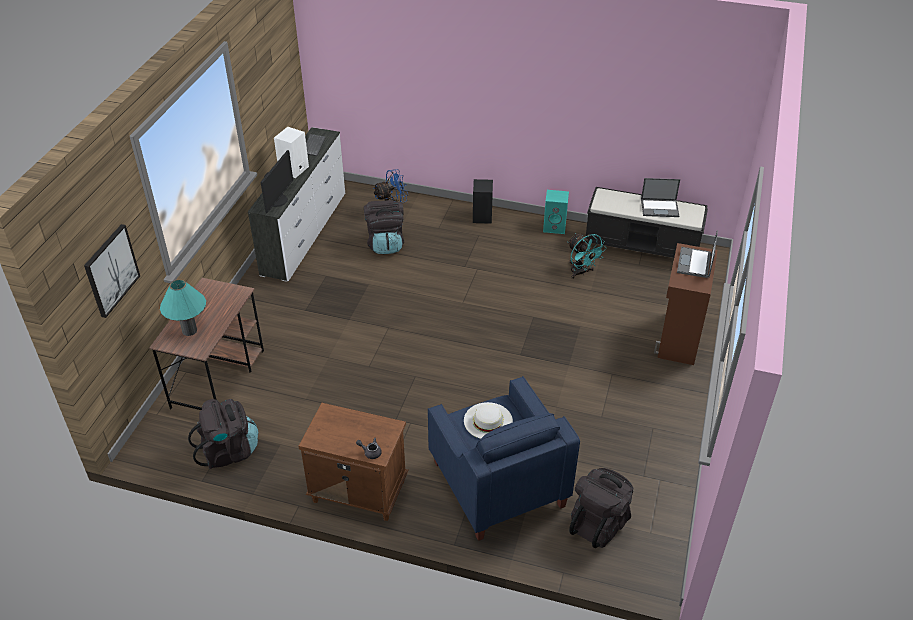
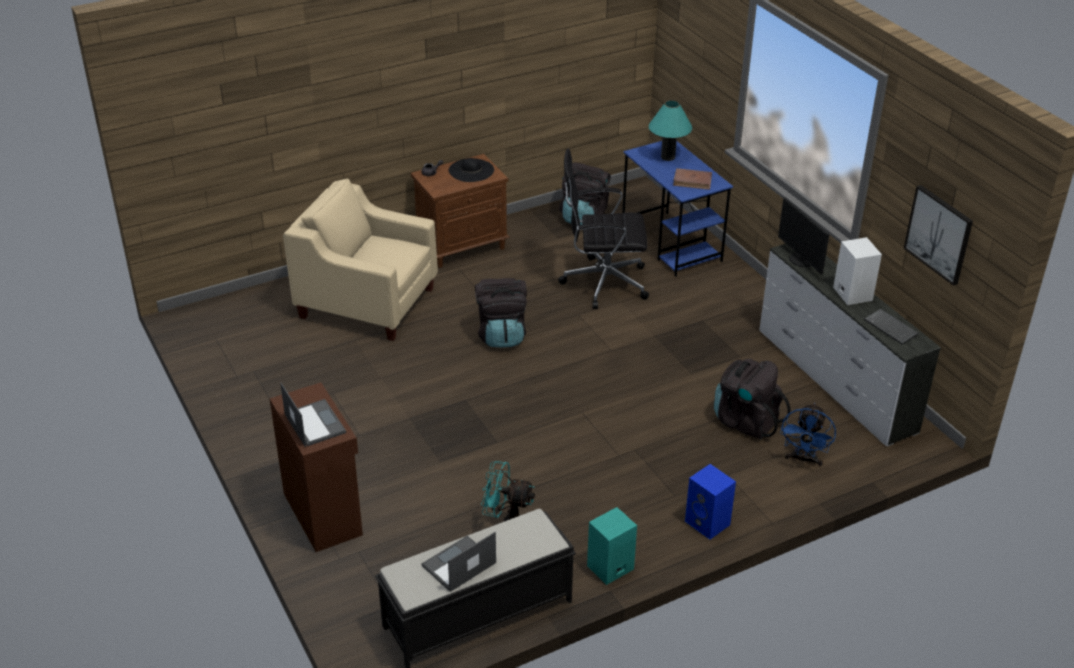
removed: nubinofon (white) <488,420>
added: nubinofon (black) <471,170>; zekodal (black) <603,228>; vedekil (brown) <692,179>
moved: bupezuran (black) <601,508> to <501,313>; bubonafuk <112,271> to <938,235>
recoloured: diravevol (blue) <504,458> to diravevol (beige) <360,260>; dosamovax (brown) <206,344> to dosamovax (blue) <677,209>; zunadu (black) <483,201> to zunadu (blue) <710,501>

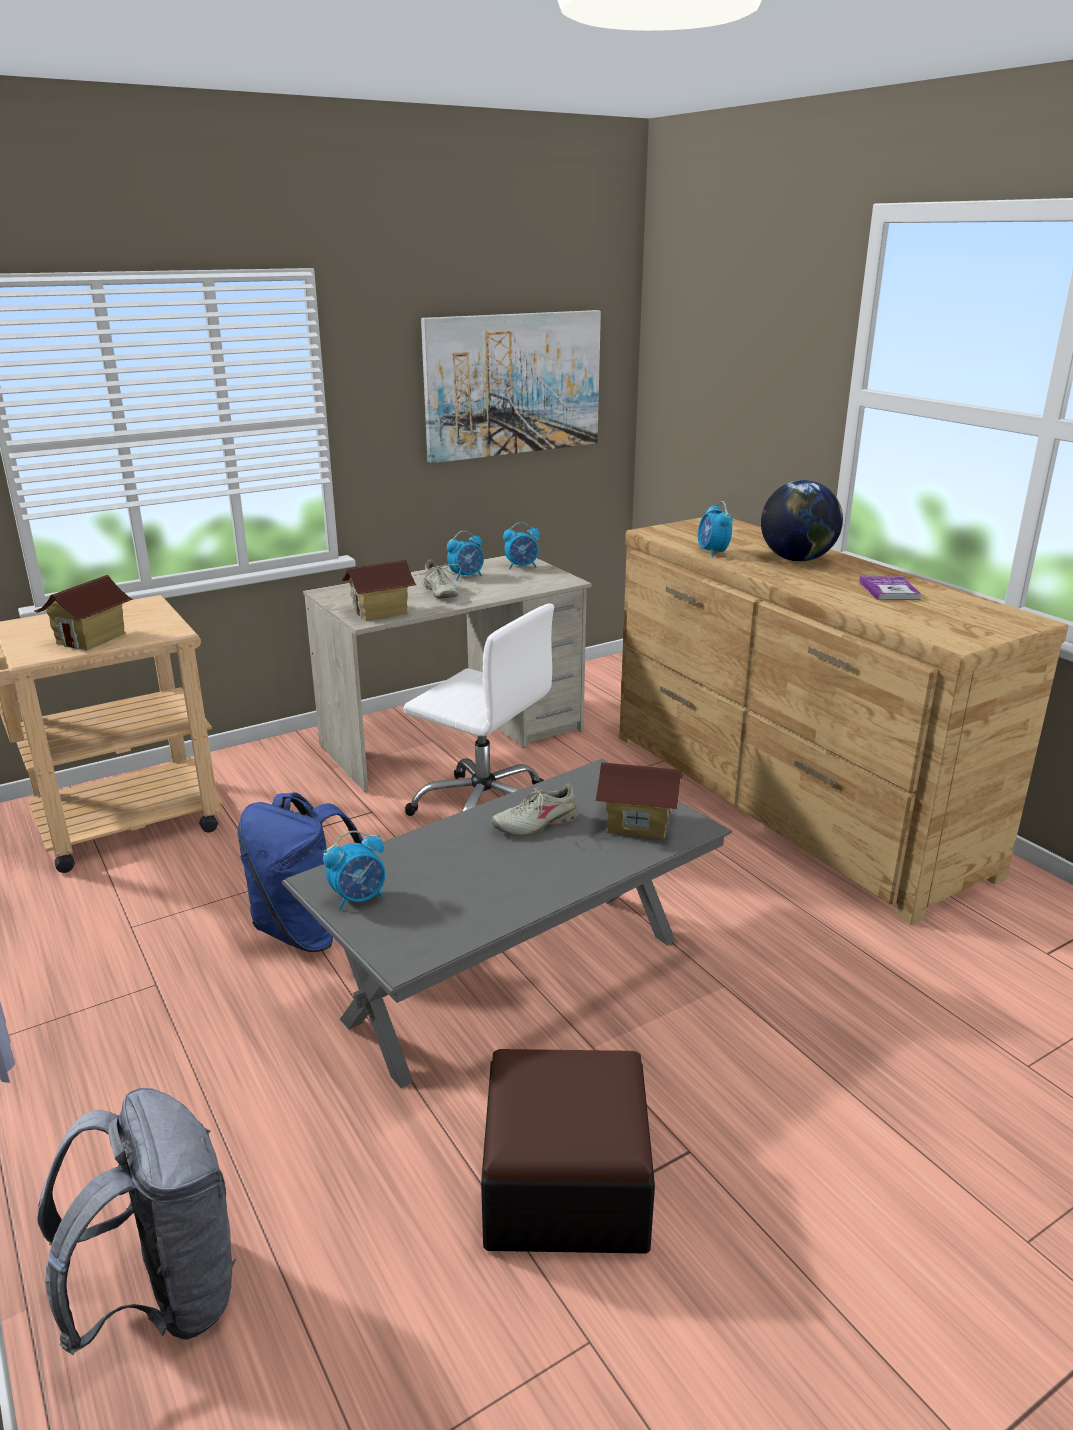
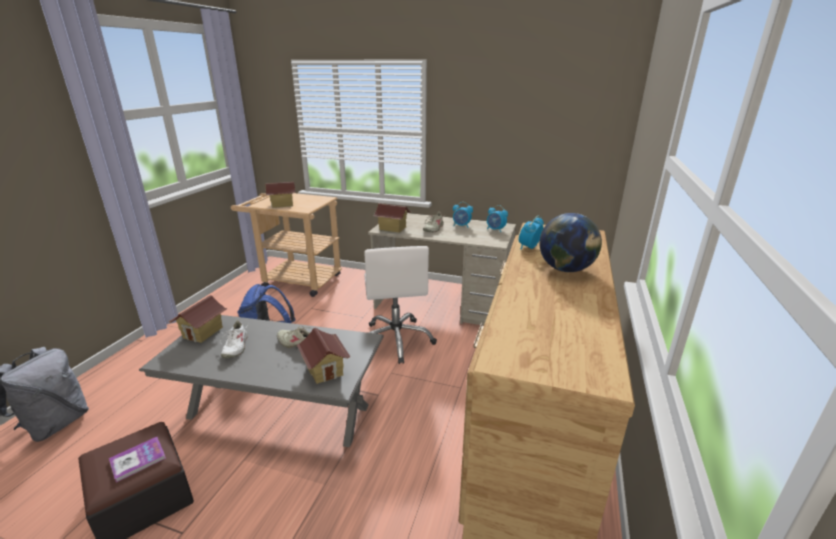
removed: bubonafuk <511,387>
added: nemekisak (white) <234,339>
moved: vedekil <890,588> to <137,459>
replaced: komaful <354,871> to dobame <198,319>

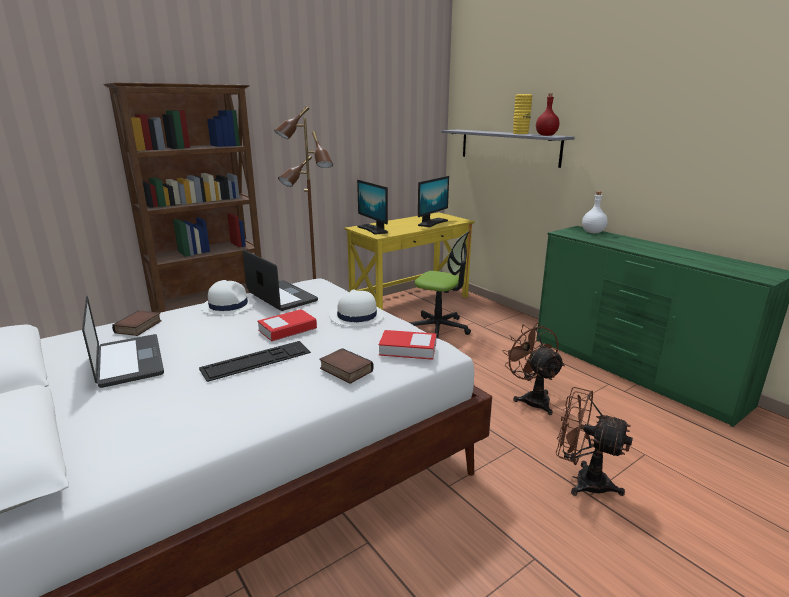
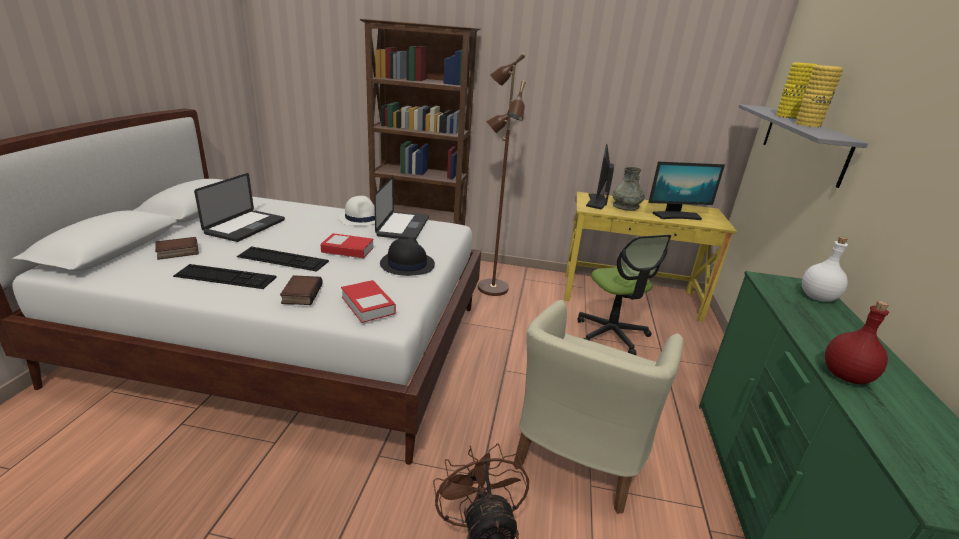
added: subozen <225,276>; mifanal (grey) <629,189>; mifanal (yellow) <796,90>
moved: vedekil <137,323> to <177,248>; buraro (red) <547,115> to <857,342>
replaced: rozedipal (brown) <534,369> to diravevol (beige) <598,407>
recoloured: nubinofon (white) <357,308> to nubinofon (black) <407,257>

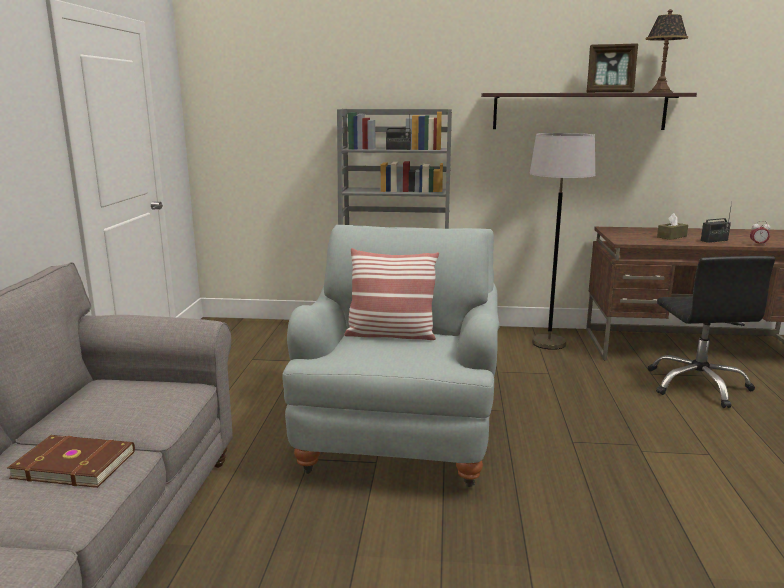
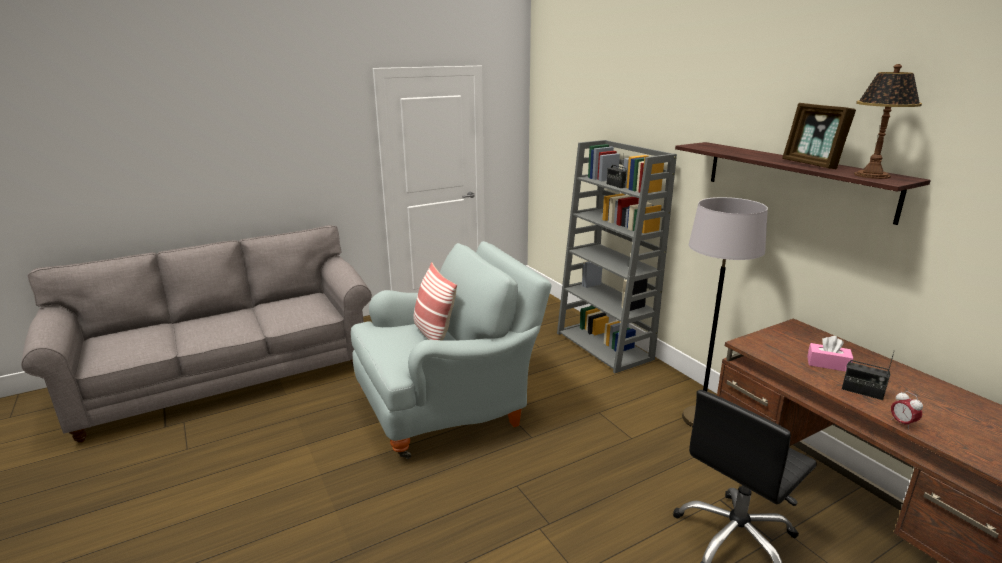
removed: vedekil (brown) <71,461>
recoloured: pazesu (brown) <672,226> to pazesu (pink) <830,354>

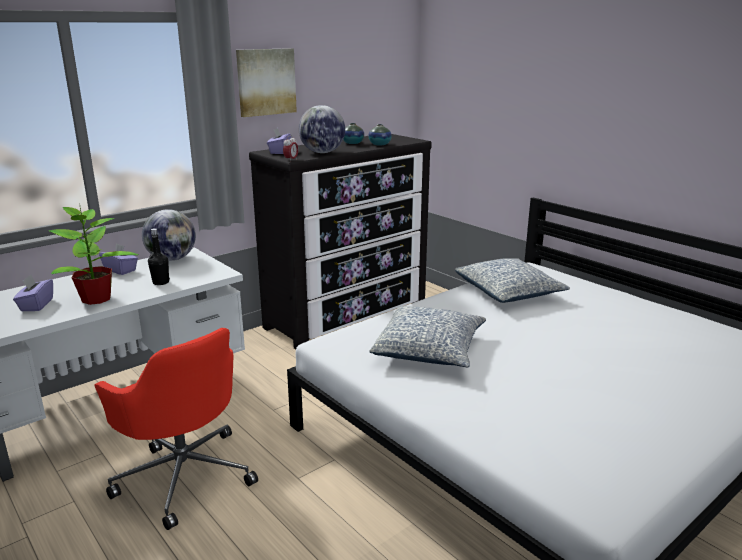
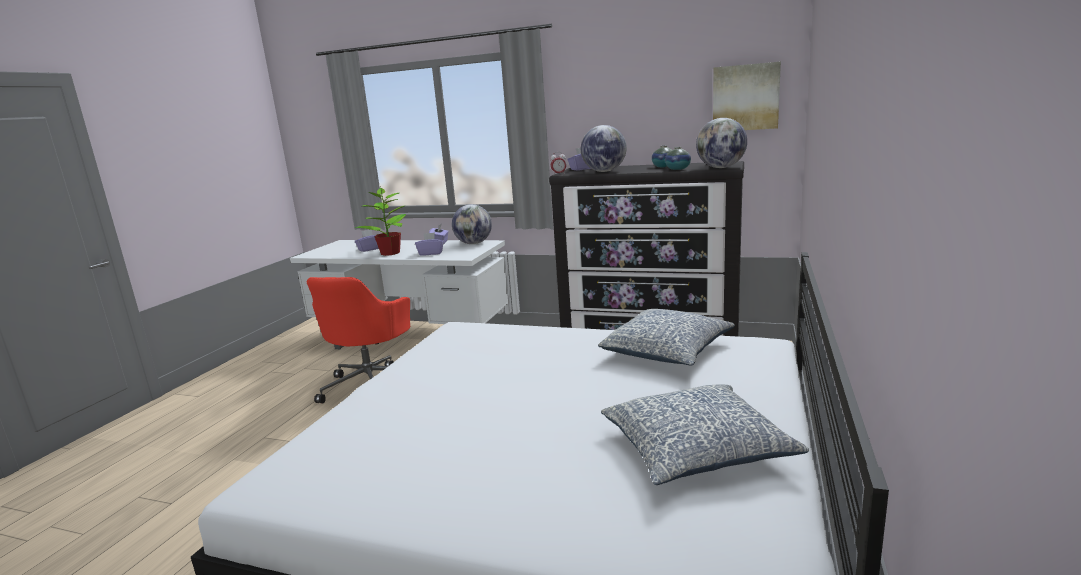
added: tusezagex <721,143>
moved: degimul <427,336> to <705,434>; bubonafuk <266,82> to <747,95>
replaced: buraro (black) <159,256> to pazesu (purple) <429,244>

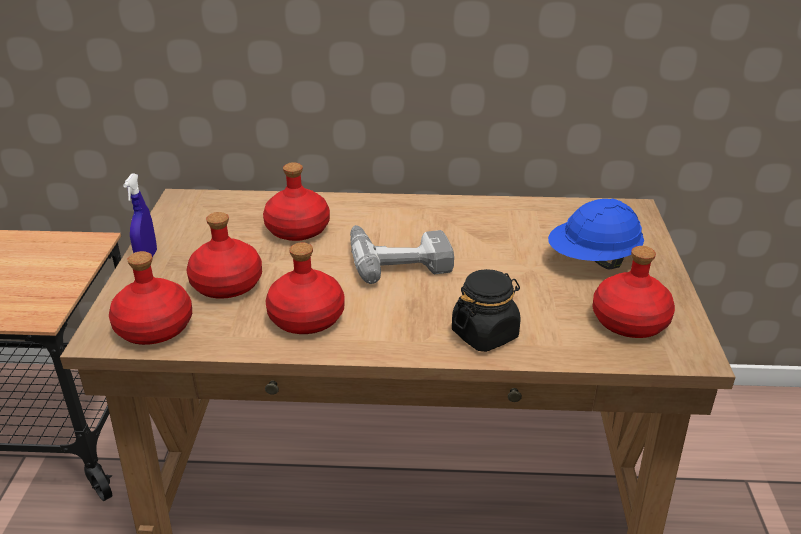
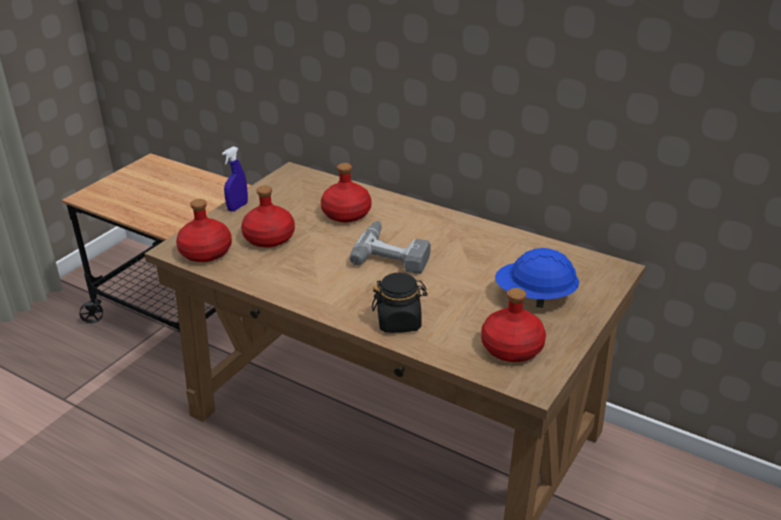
removed: buraro (red) <305,288>

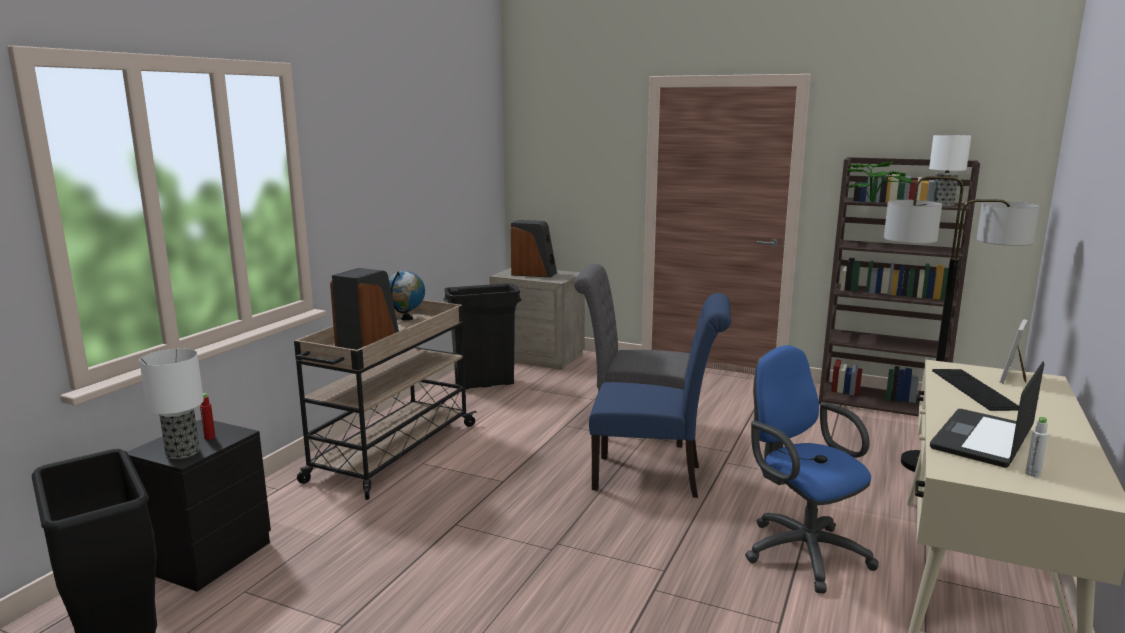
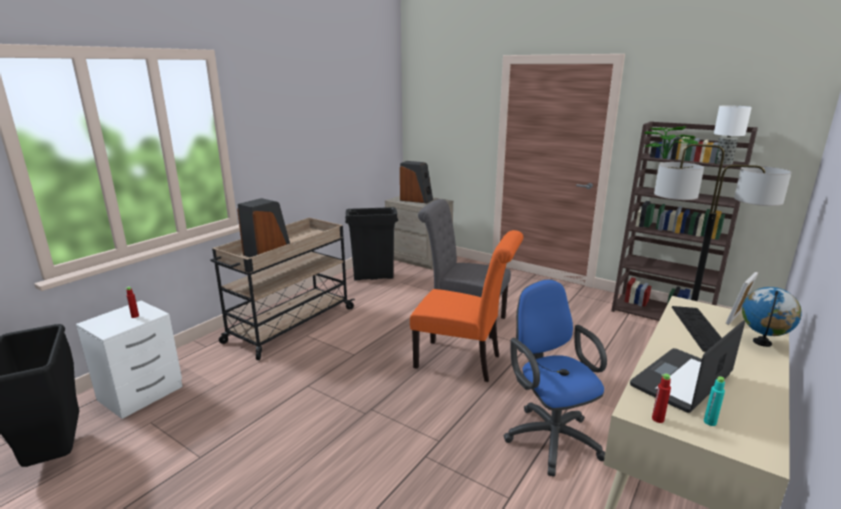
removed: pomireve <171,404>
added: buraro (red) <661,398>
moved: tusezagex <407,296> to <772,317>
recoloured: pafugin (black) <199,505> to pafugin (white) <129,360>; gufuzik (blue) <660,395> to gufuzik (orange) <466,306>; buraro (white) <1036,447> to buraro (turquoise) <714,401>

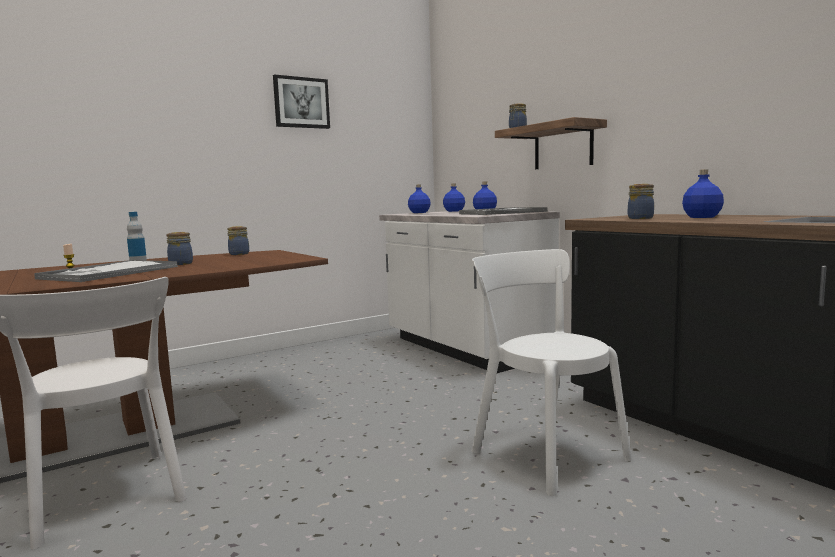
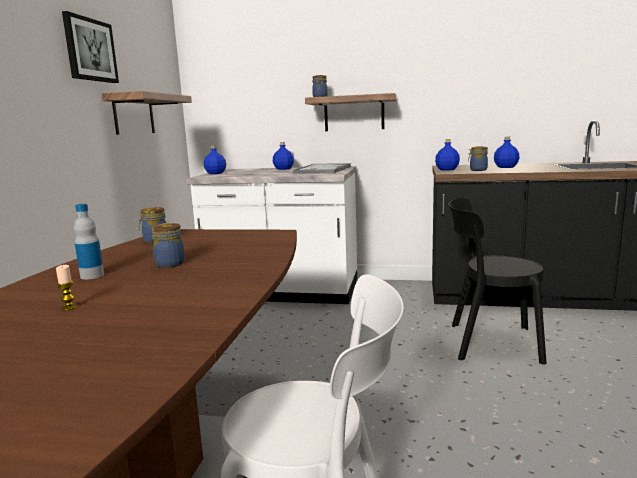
removed: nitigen <106,271>
added: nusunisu <147,113>
moved: buraro (blue) <454,197> to <447,154>
recoloured: gufuzik (white) <552,372> to gufuzik (black) <497,281>

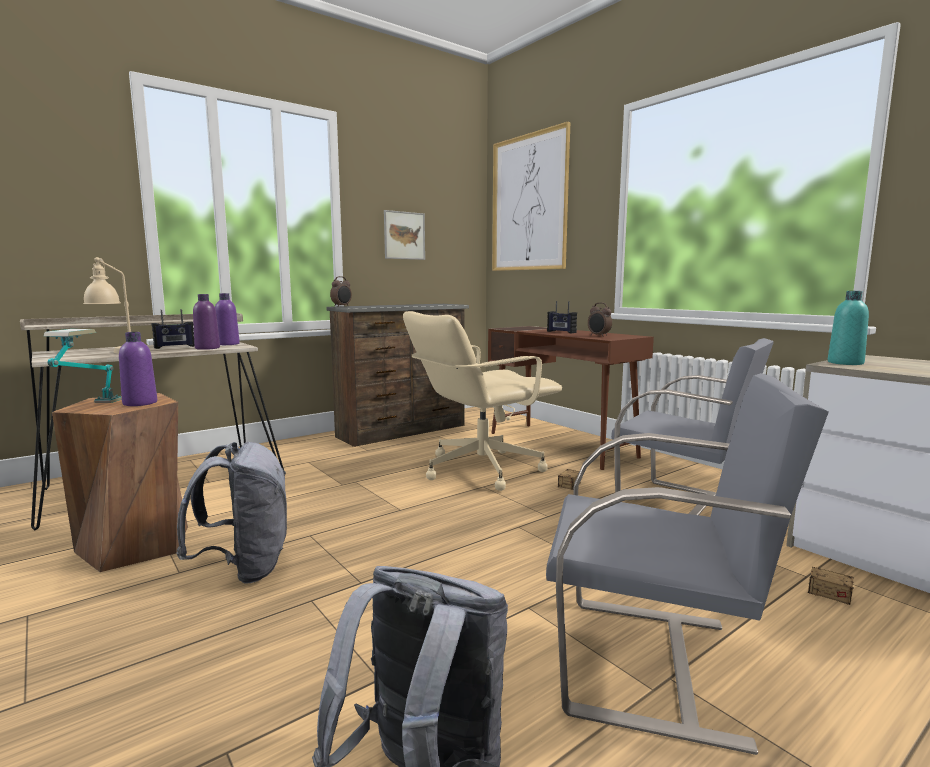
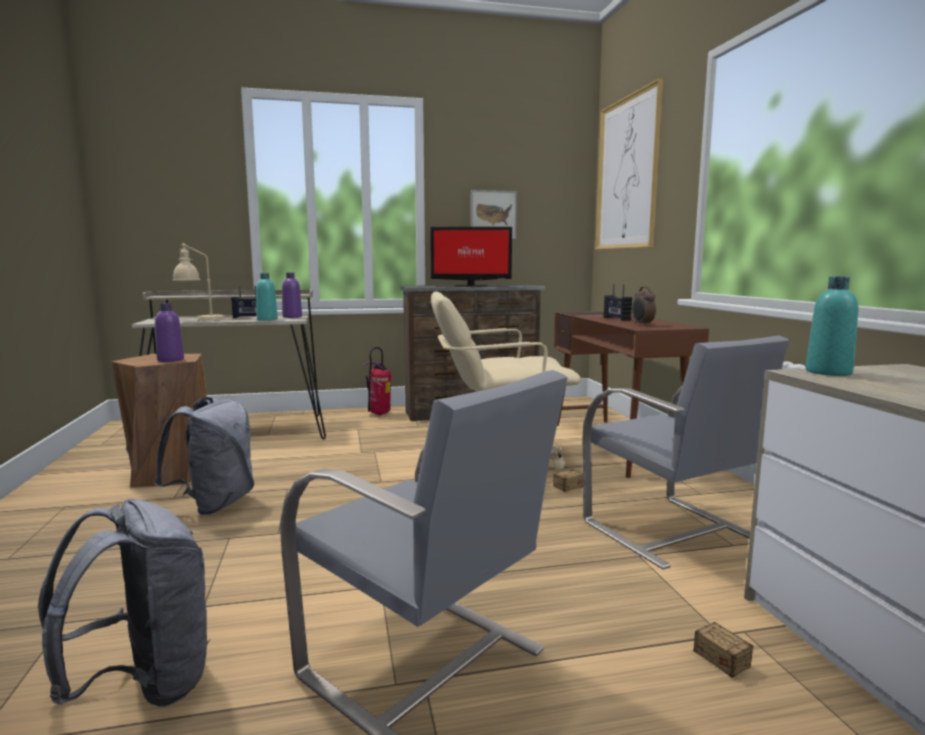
removed: pomireve <83,366>; komaful <341,291>
added: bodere <377,381>; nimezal <471,257>
recoloured: buraro (purple) <206,322> to buraro (turquoise) <267,297>

